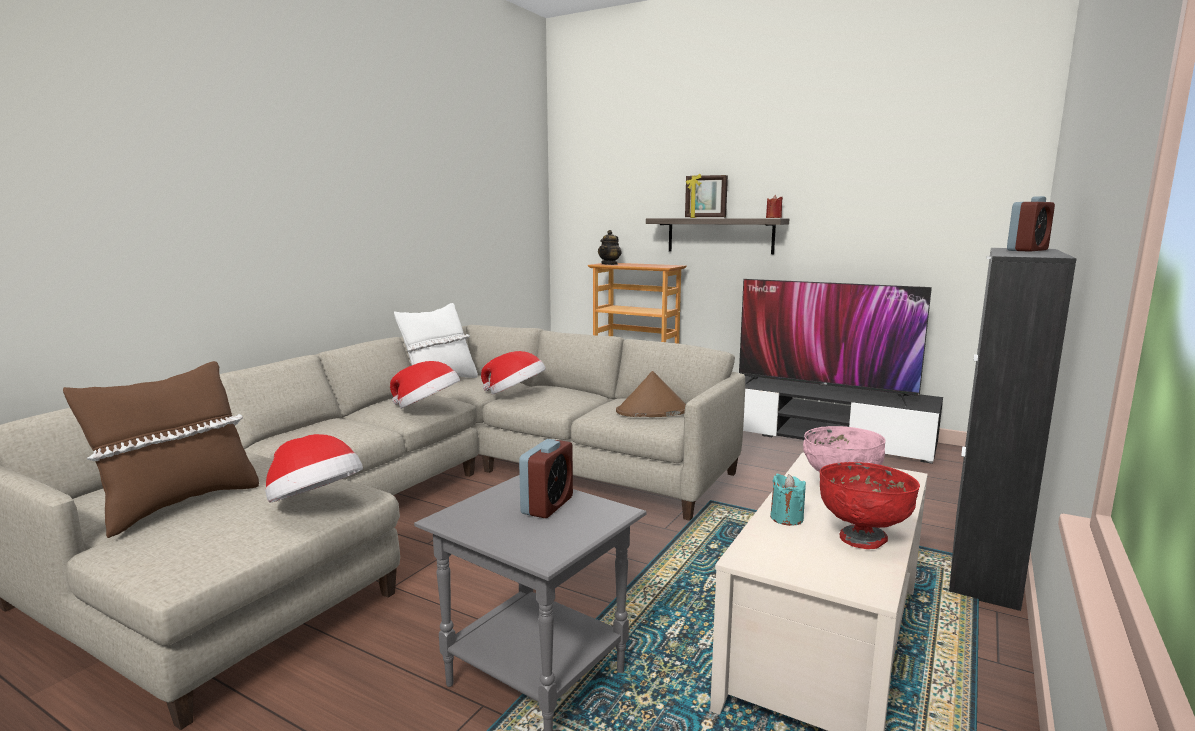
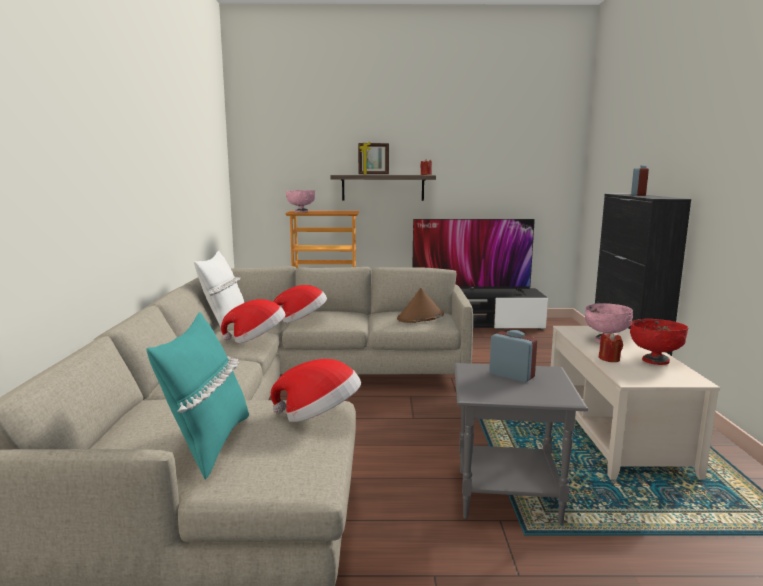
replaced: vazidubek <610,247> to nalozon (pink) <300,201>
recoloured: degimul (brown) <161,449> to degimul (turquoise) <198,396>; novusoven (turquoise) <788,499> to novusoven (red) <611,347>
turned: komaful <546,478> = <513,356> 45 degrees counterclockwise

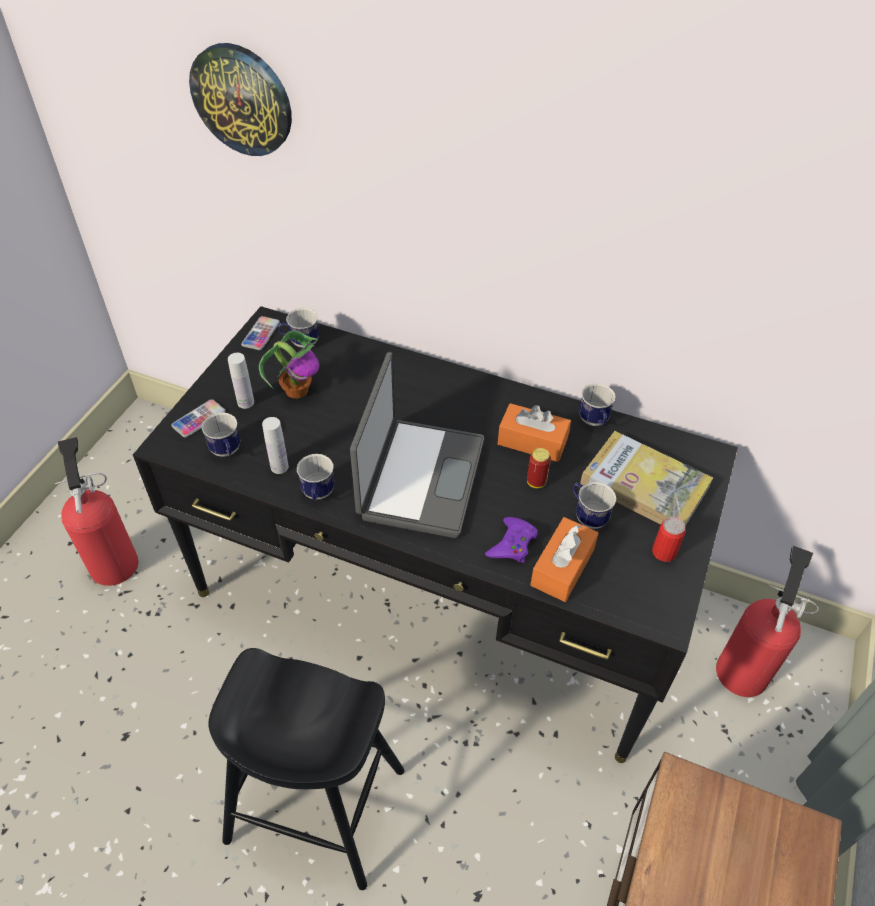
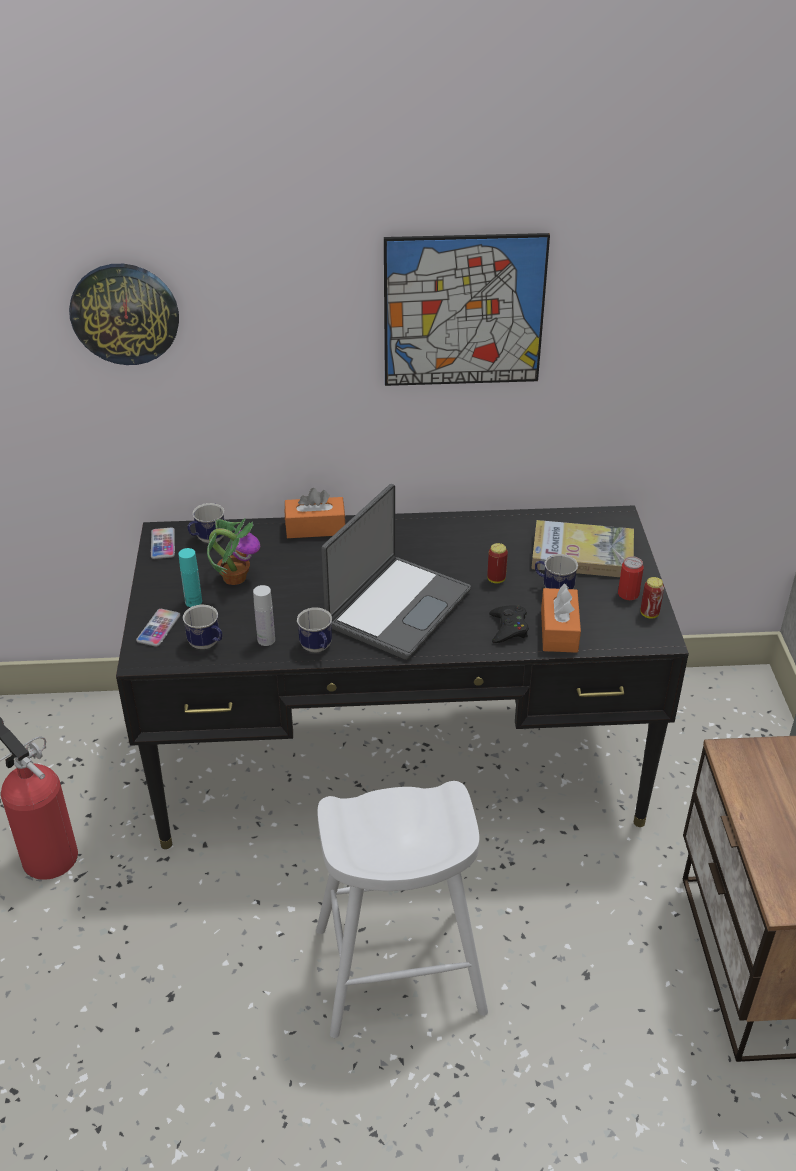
removed: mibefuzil <597,404>; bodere <767,621>
added: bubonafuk <467,309>; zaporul <652,598>
moved: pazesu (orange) <534,432> to <315,513>
recoloured: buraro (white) <241,381> to buraro (turquoise) <190,577>; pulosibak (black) <306,769> to pulosibak (white) <402,909>; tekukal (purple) <511,540> to tekukal (black) <509,624>
turned: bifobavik <417,445> = <396,572> 45 degrees clockwise

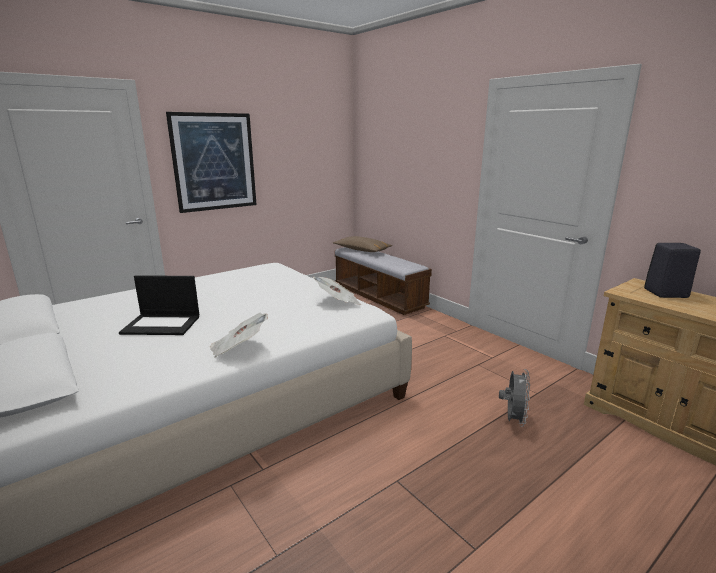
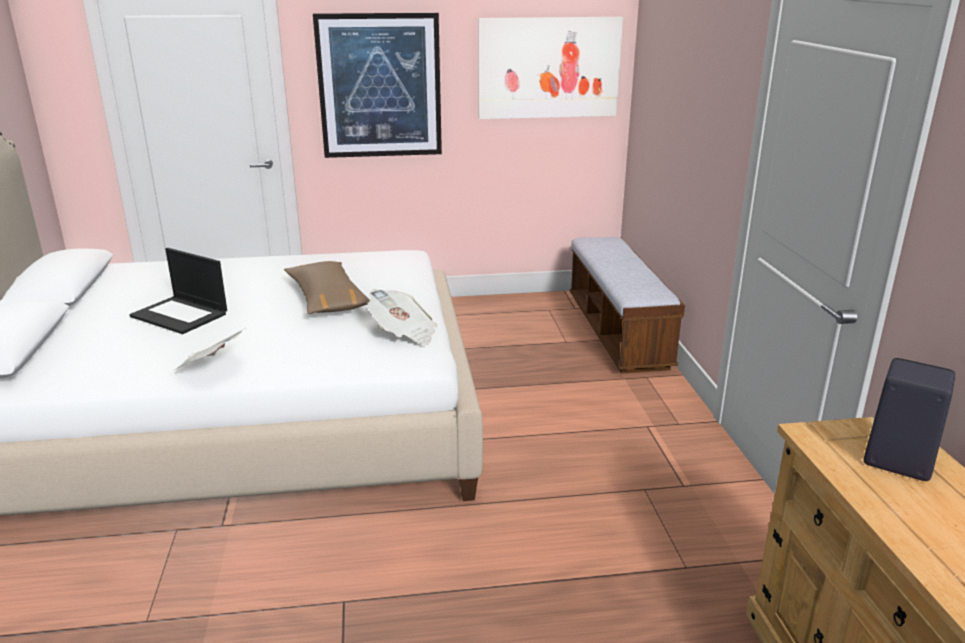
removed: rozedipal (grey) <514,398>
added: bubonafuk <550,68>
moved: degimul (brown) <362,244> to <327,287>

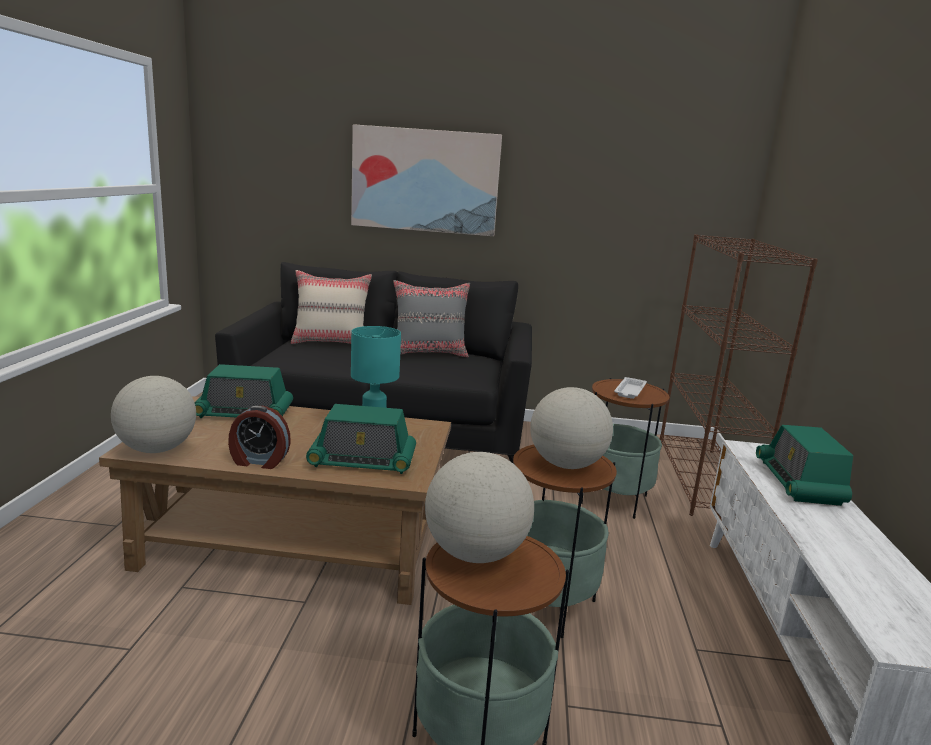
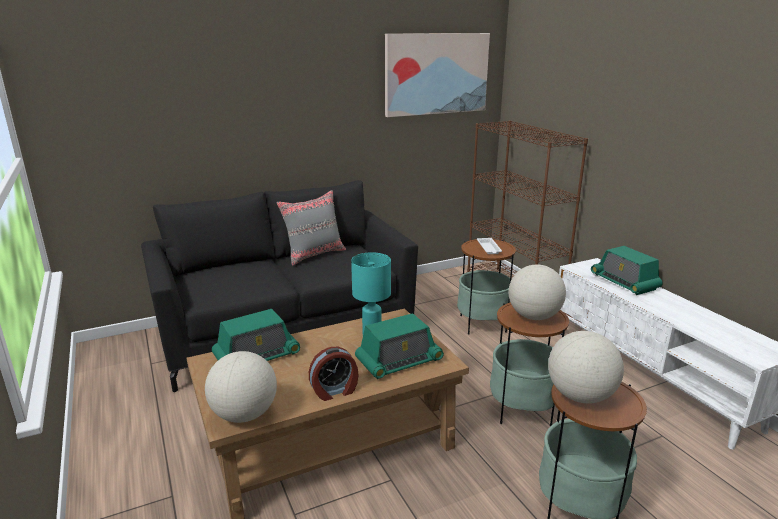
removed: degimul (beige) <331,307>
moved: bubonafuk <426,180> to <437,75>

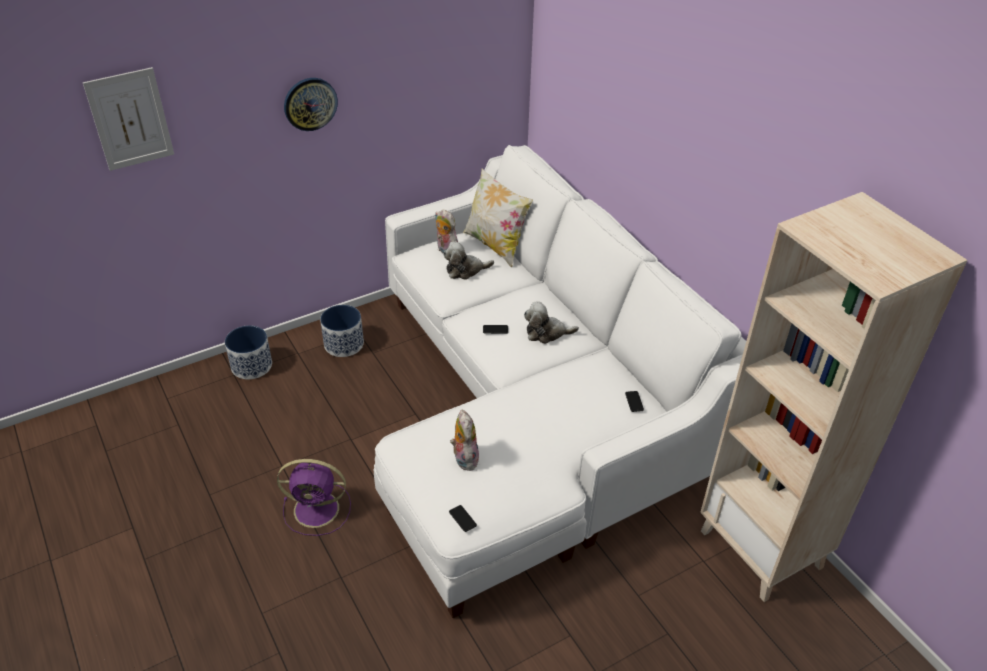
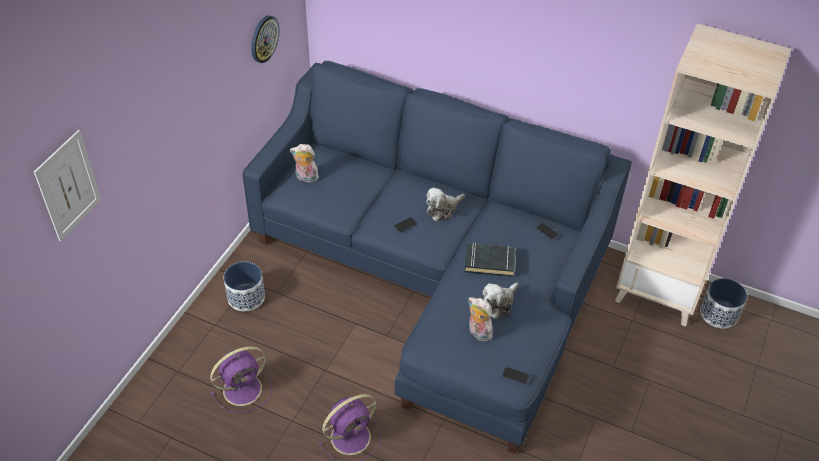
removed: degimul <498,218>
added: rozedipal (purple) <241,380>; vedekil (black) <490,260>
moved: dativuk <311,104> to <265,39>; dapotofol <468,260> to <500,301>; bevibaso <248,352> to <723,303>
recoloured: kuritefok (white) <560,381> to kuritefok (blue) <437,257>

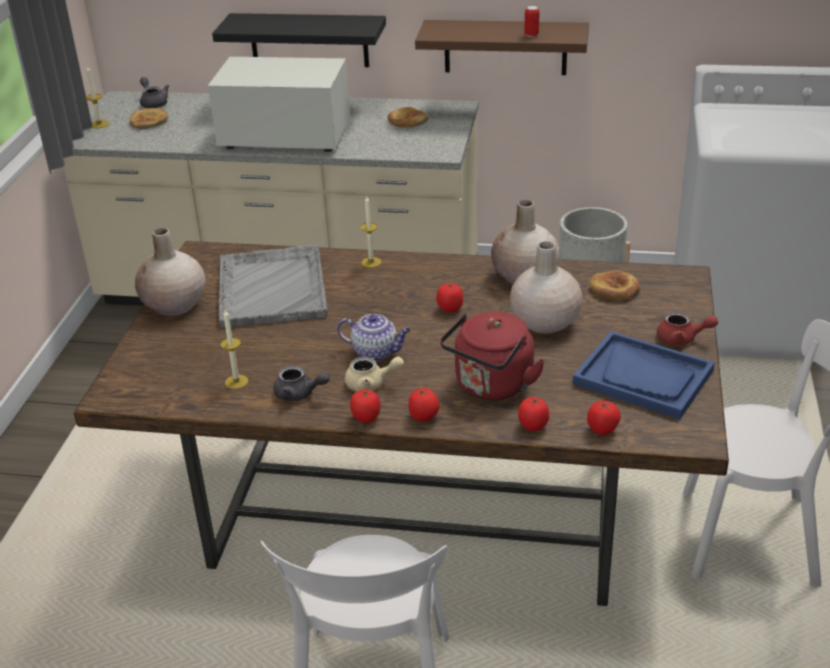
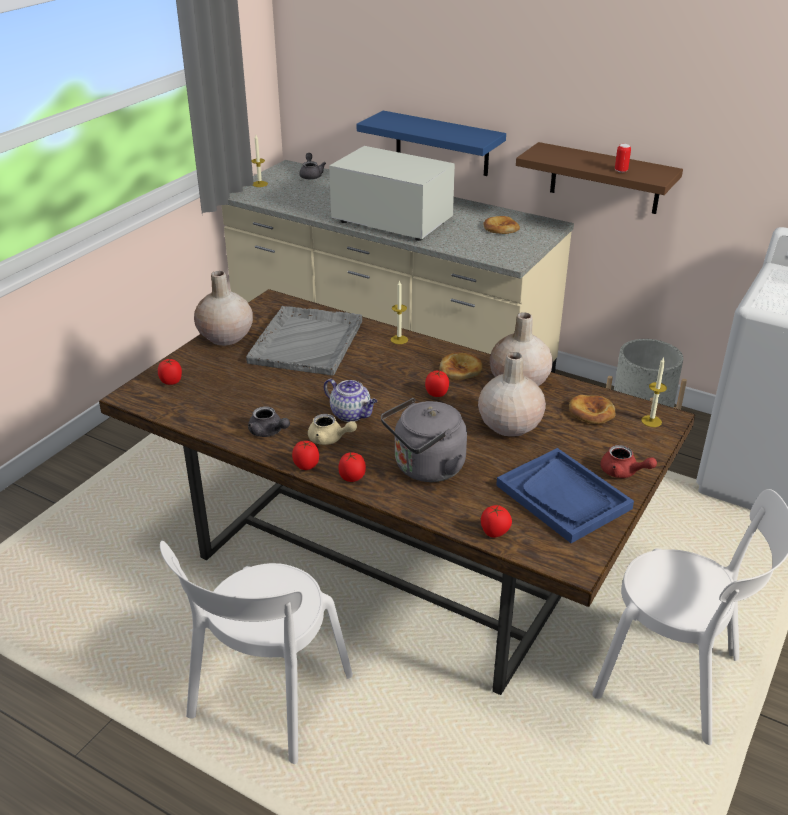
moved: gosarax <533,414> to <170,372>; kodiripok <149,118> to <460,366>; novusoven <234,349> to <654,392>
recoloured: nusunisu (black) <299,40> to nusunisu (blue) <431,143>; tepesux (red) <492,356> to tepesux (grey) <424,440>

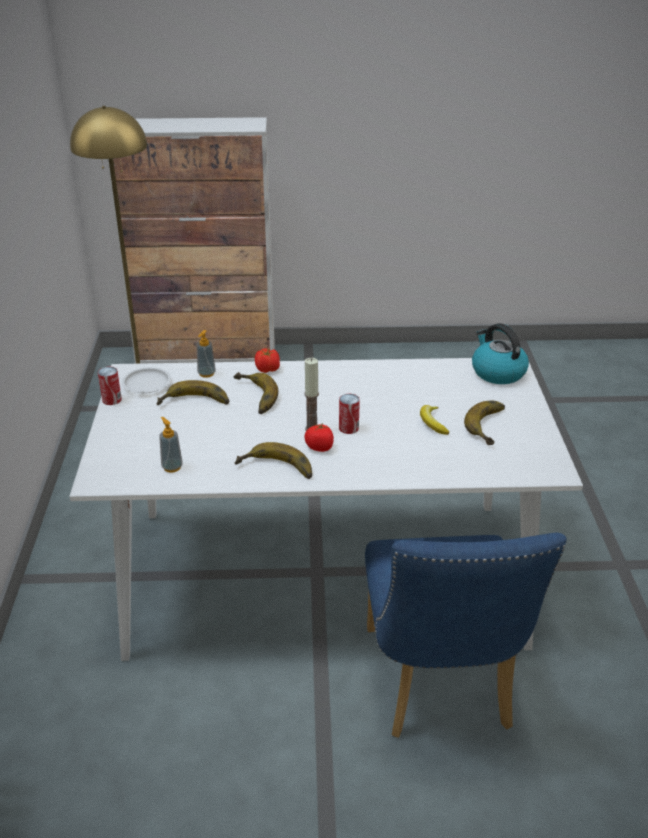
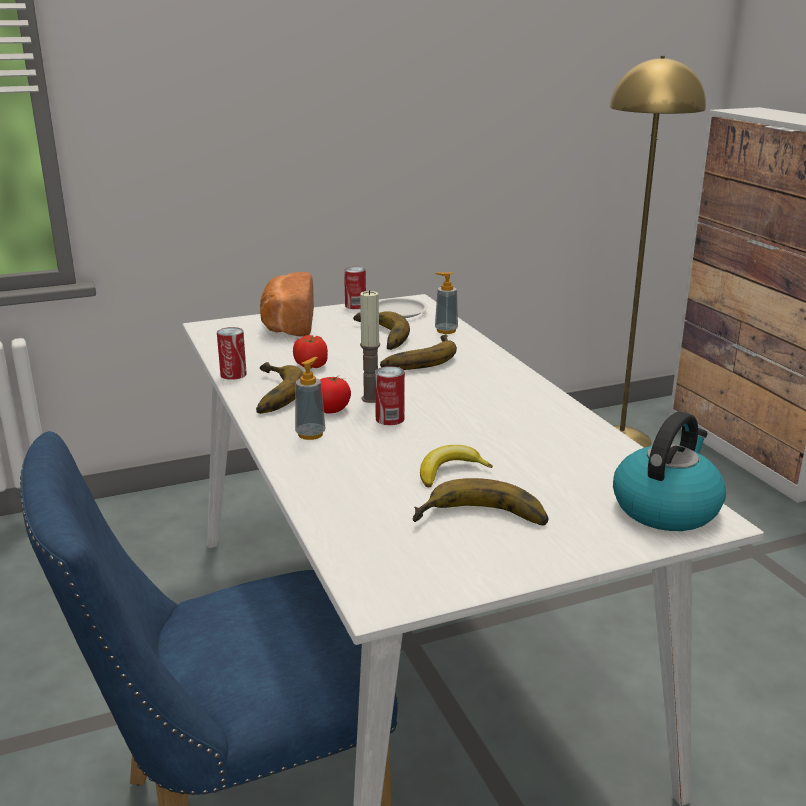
added: zaporul <232,353>; kodiripok <287,304>
moved: gosarax <267,360> to <310,351>; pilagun <171,445> to <310,398>

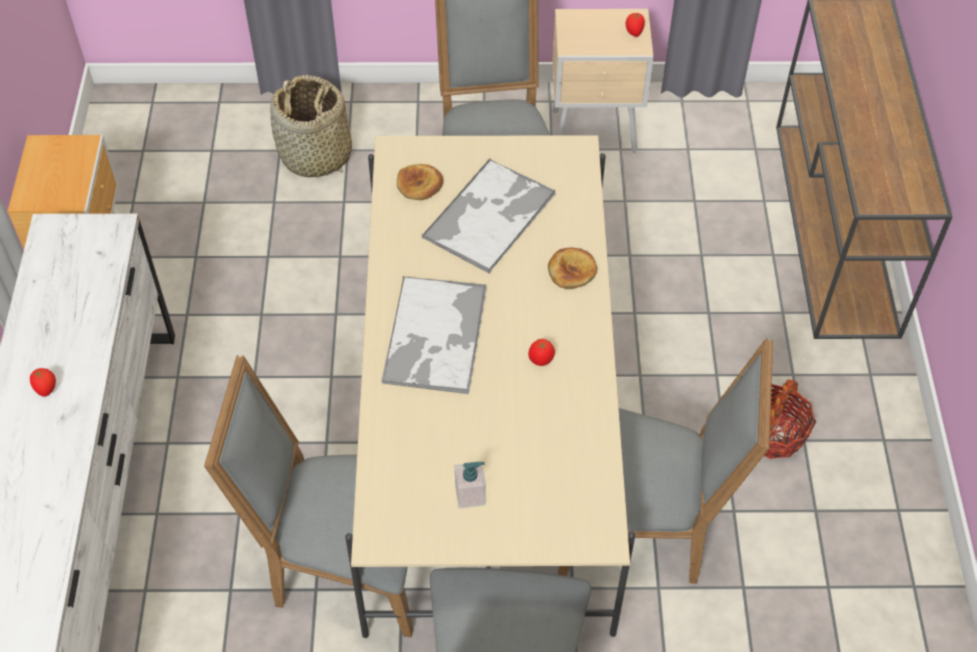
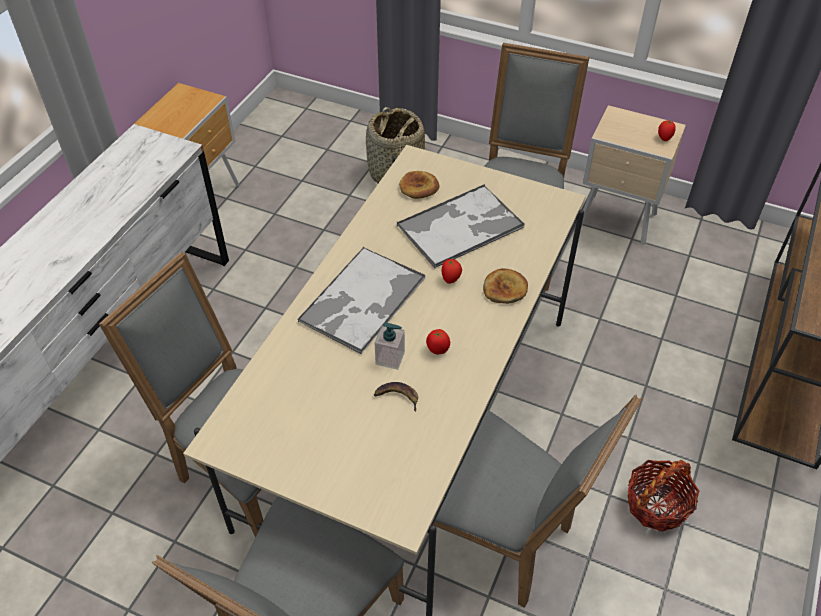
added: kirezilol <396,397>
moved: pilagun <470,485> to <389,346>; gosarax <43,382> to <452,271>

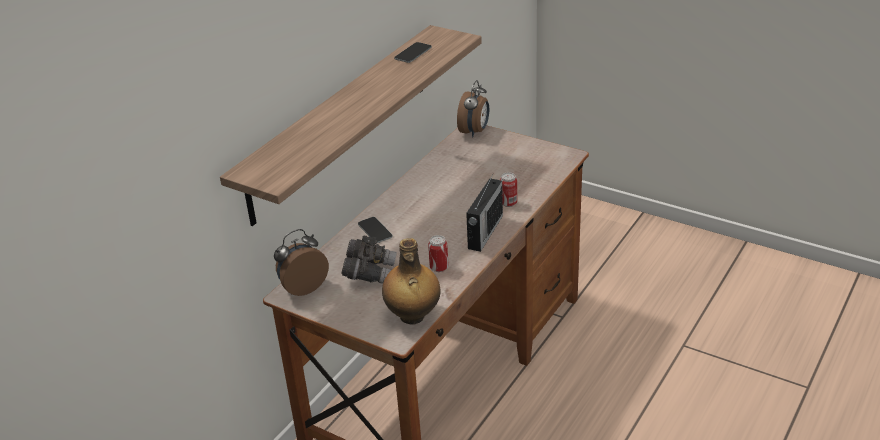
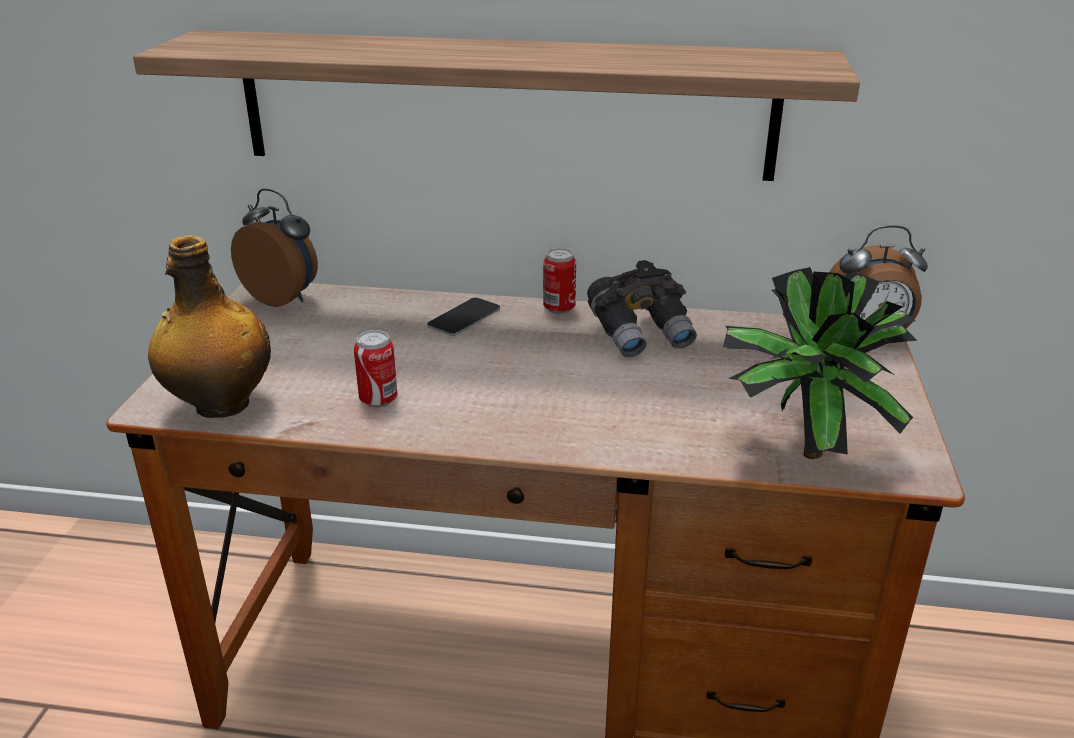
removed: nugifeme <413,52>; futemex <484,213>
added: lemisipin <820,363>
moved: zaporul <508,189> to <559,281>; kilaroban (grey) <369,259> to <642,308>

